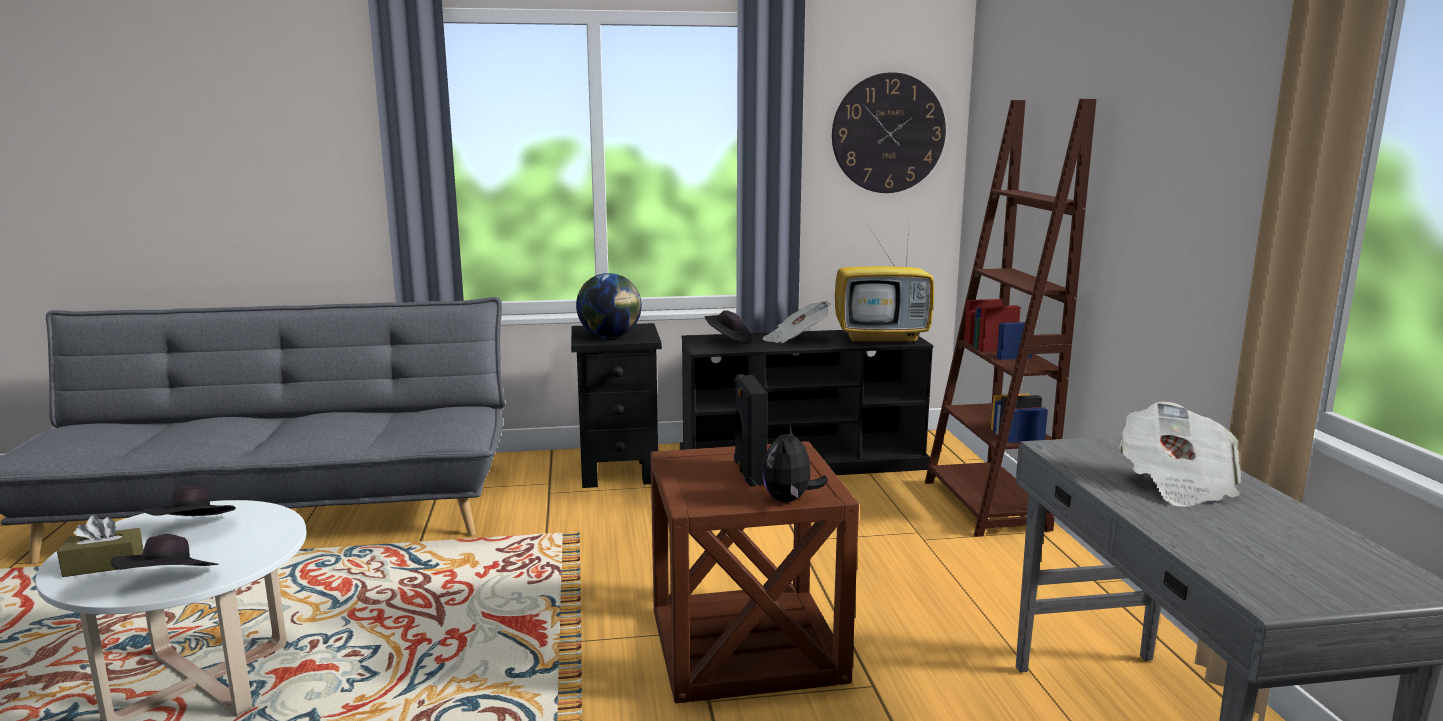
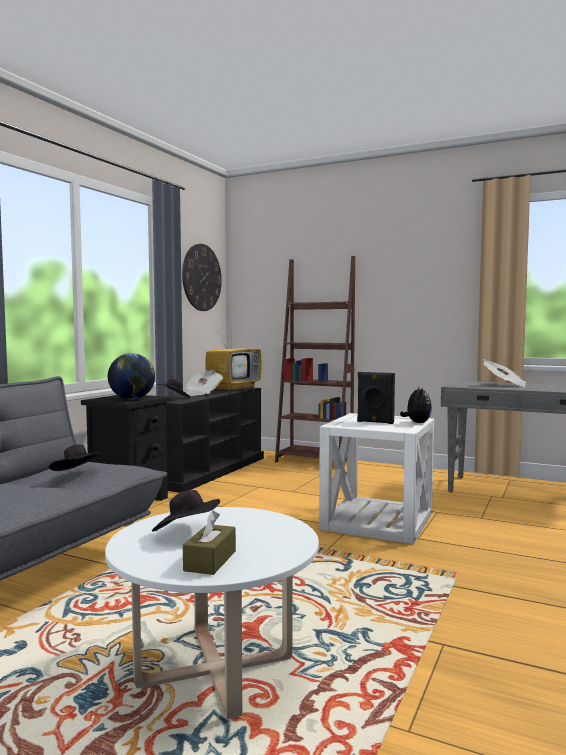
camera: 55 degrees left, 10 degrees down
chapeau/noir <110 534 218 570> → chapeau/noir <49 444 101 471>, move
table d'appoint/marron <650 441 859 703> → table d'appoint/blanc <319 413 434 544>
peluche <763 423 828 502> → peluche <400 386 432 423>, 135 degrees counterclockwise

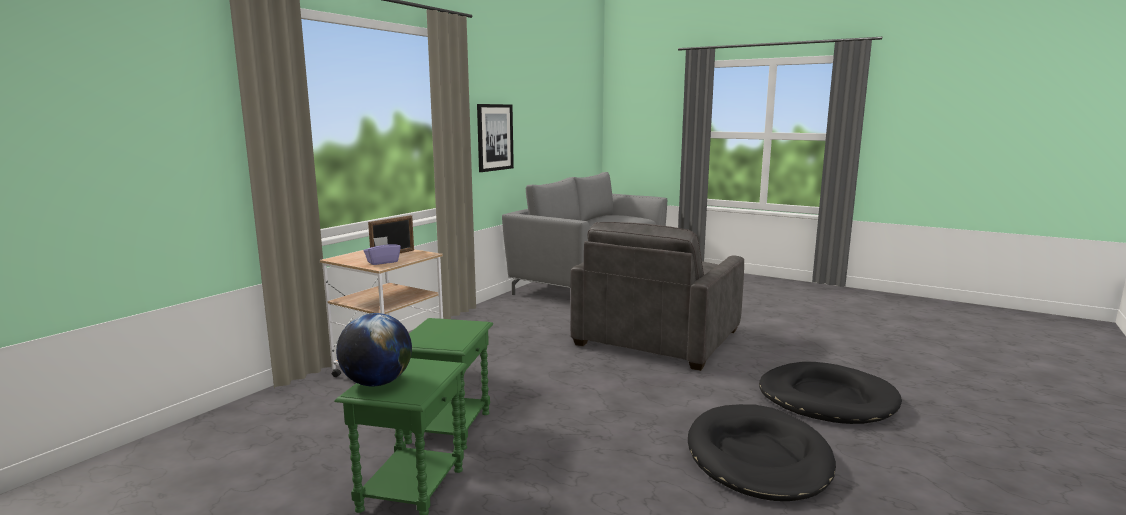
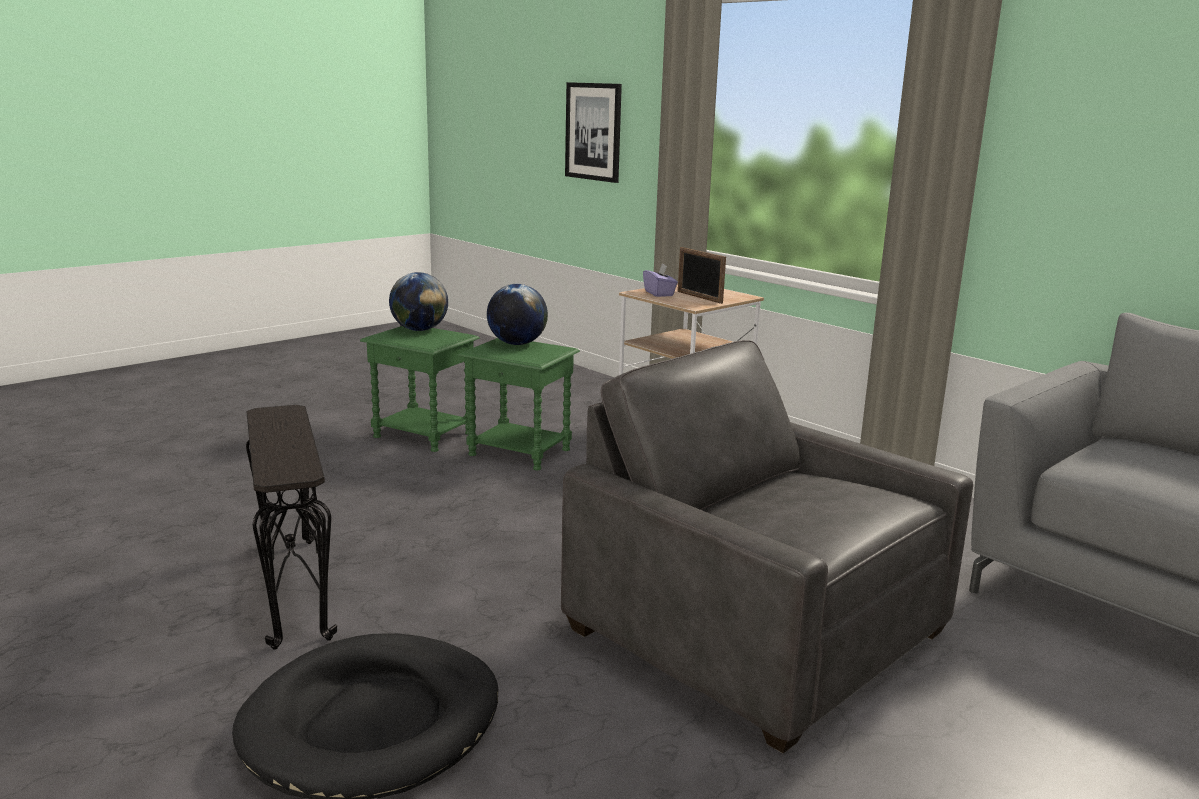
camera: 105 degrees right, 5 degrees up
panier pour chien/noir <688 404 836 501> → table d'appoint/noir <246 405 337 650>
- → globe <487 284 548 345>
tableau <477 104 514 172> → tableau <565 82 622 183>, move

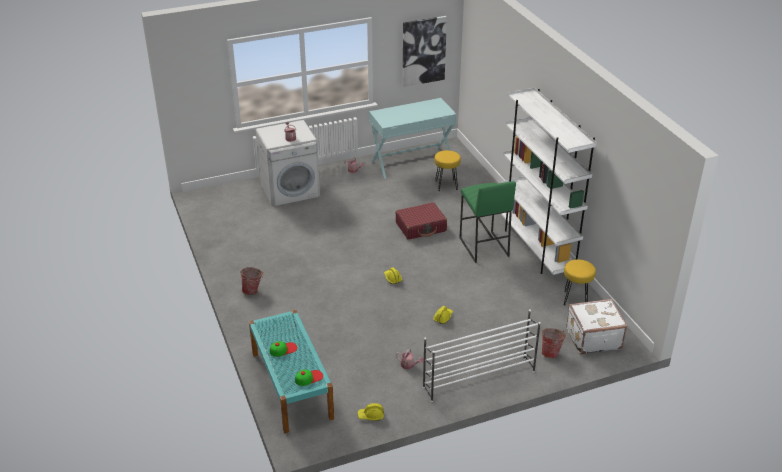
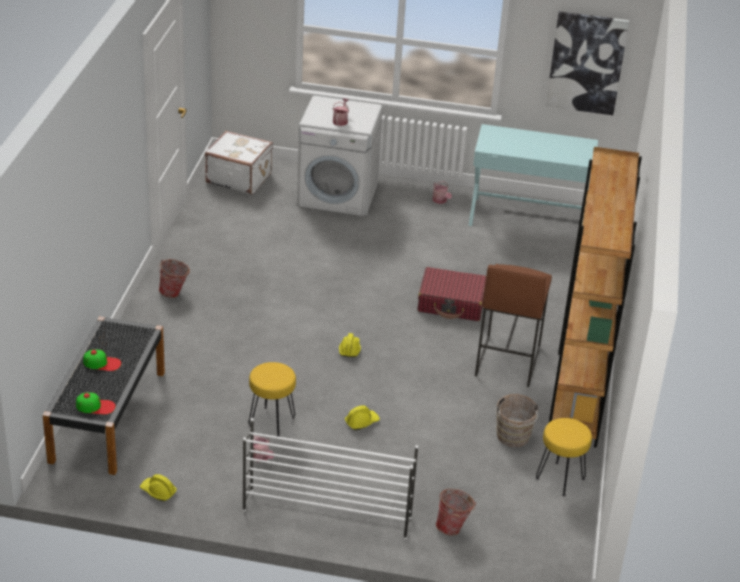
camera: 30 degrees right, 0 degrees up
banc/turquoise <249 310 334 434> → banc/noir <43 316 165 475>
valise/blanc <566 299 628 354> → valise/blanc <205 131 273 194>, move
tabouret/jaune <434 150 461 191> → tabouret/jaune <248 362 296 437>, move
tabouret/vert <459 181 516 263> → tabouret/marron <475 264 552 387>
- → seau/marron <495 394 540 447>
bibliothèque/blanc <501 87 597 275> → bibliothèque/marron <549 147 642 448>

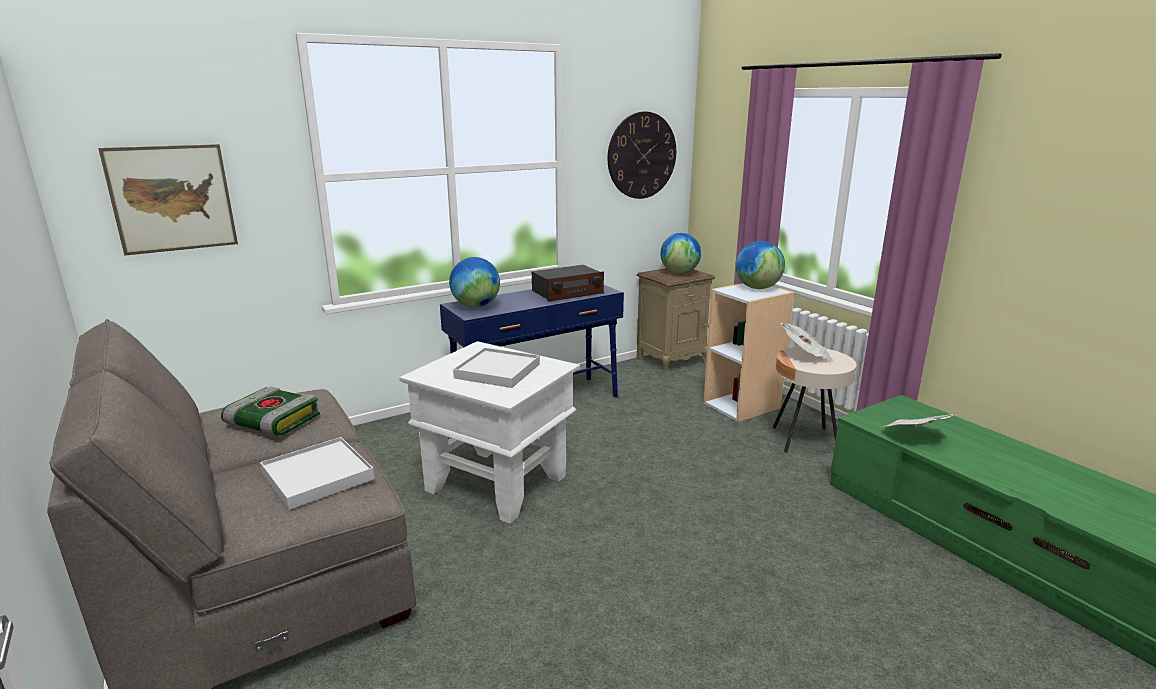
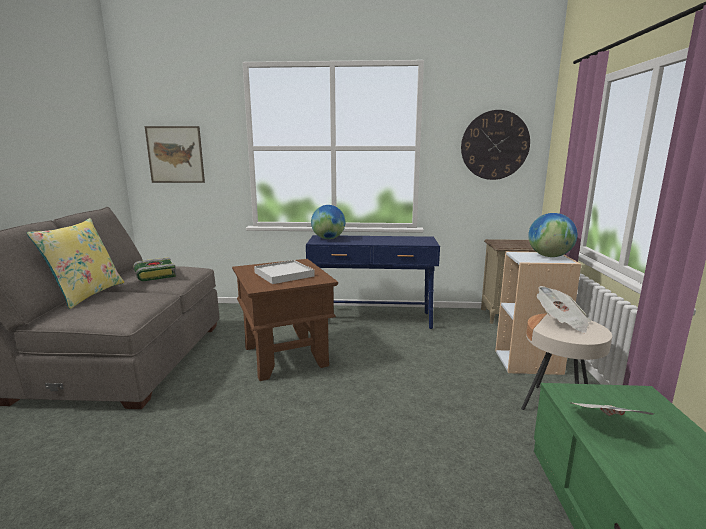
camera: 35 degrees right, 5 degrees down
- → coussin/jaune <26 218 124 309>
table d'appoint/blanc <399 341 580 524> → table d'appoint/marron <232 259 338 381>
plateau/blanc <260 437 375 510> → -
radio <532 265 604 302> → -
globe <660 233 701 274> → -

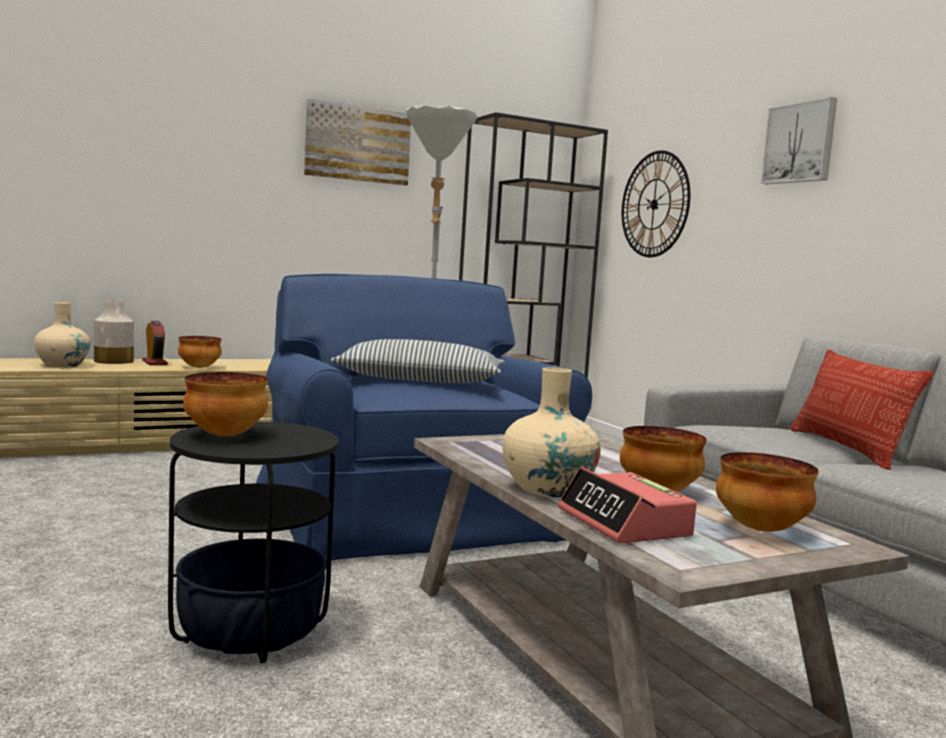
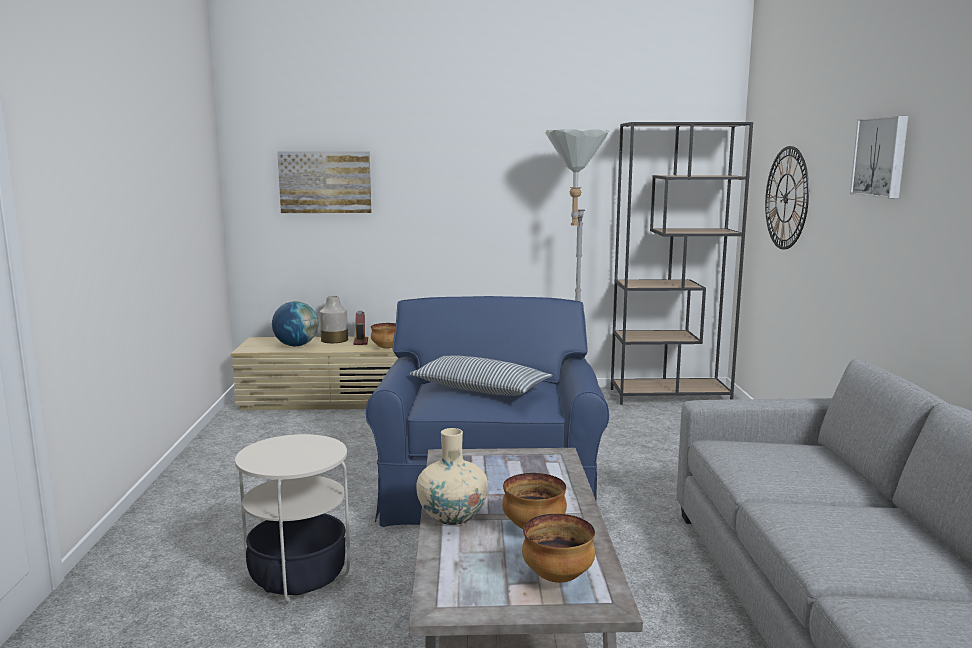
camera: 25 degrees right, 5 degrees up
table d'appoint/noir <168 422 339 663> → table d'appoint/beige <235 434 350 602>
vase/beige <34 302 90 367> → globe <272 301 318 346>
tableau <304 99 411 186> → tableau <277 151 371 213>, move
bol <183 372 268 436> → -
réveil <558 467 697 543> → -
coussin <791 349 934 470> → -

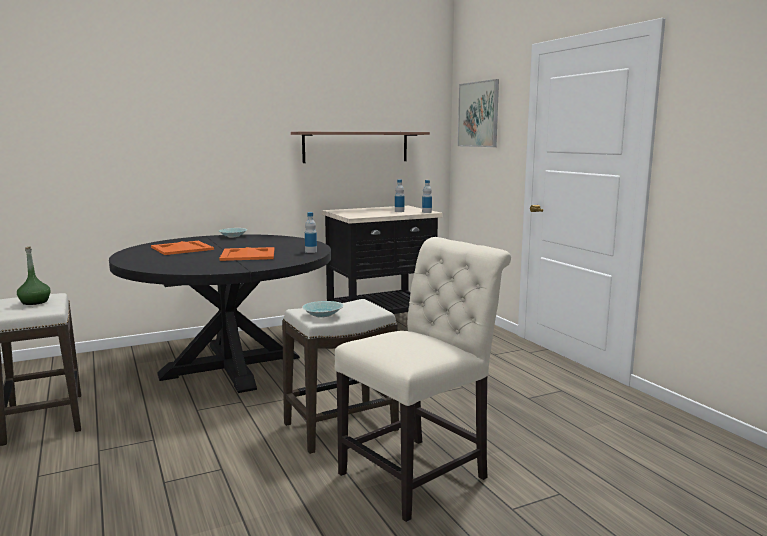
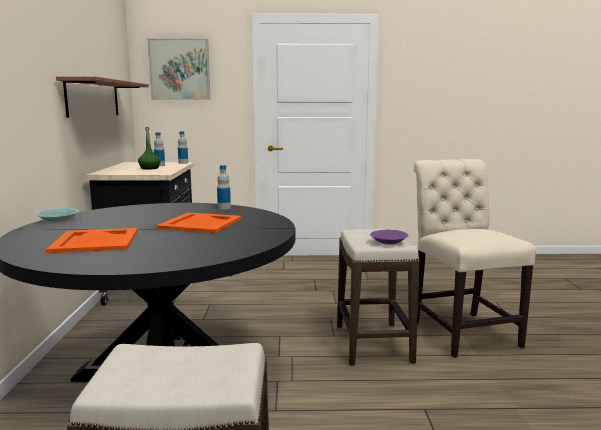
camera: 65 degrees left, 0 degrees up
bouteille/vert <17 246 51 305> → bouteille/vert <138 127 161 170>, move
bol/turquoise <302 301 344 318> → bol/violet <370 230 409 245>

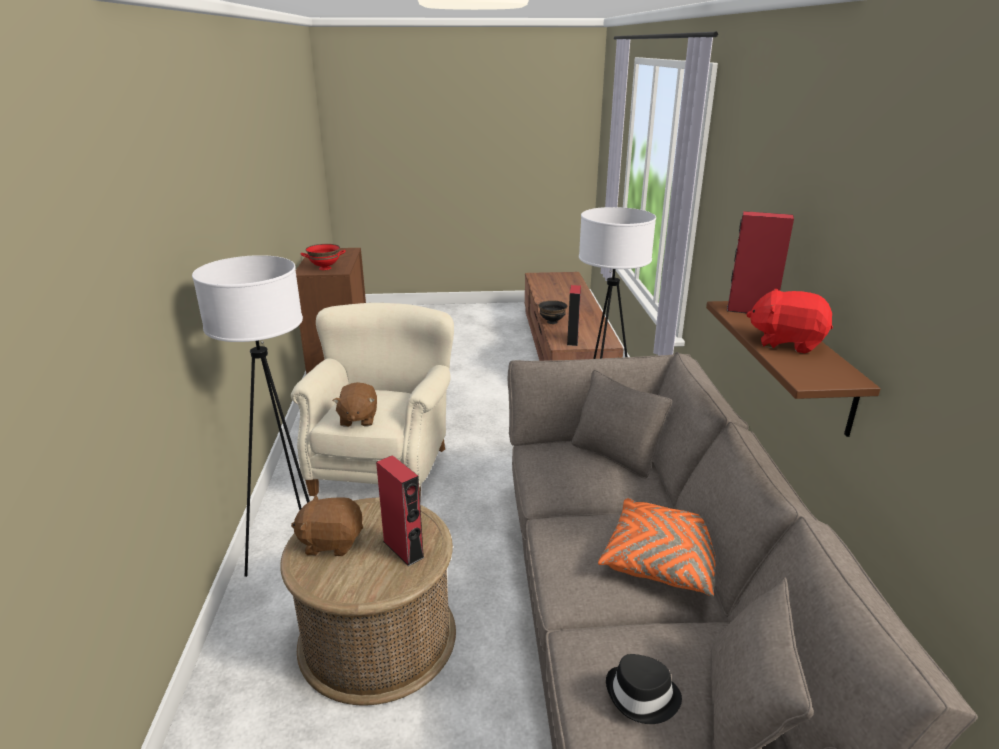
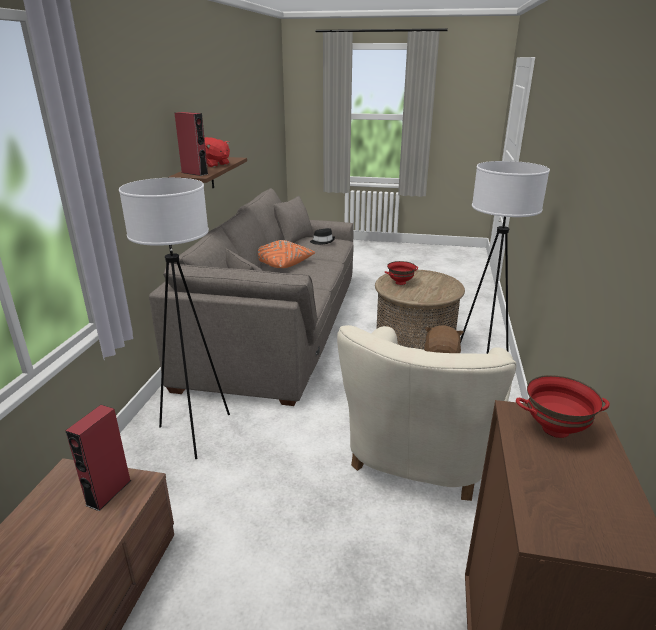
camera: 165 degrees left, 0 degrees up
enceinte/rouge <376 455 424 566> → bol/rouge <385 261 418 285>
peluche/marron <291 494 363 556> → -
bol/noir <539 300 567 324> → -

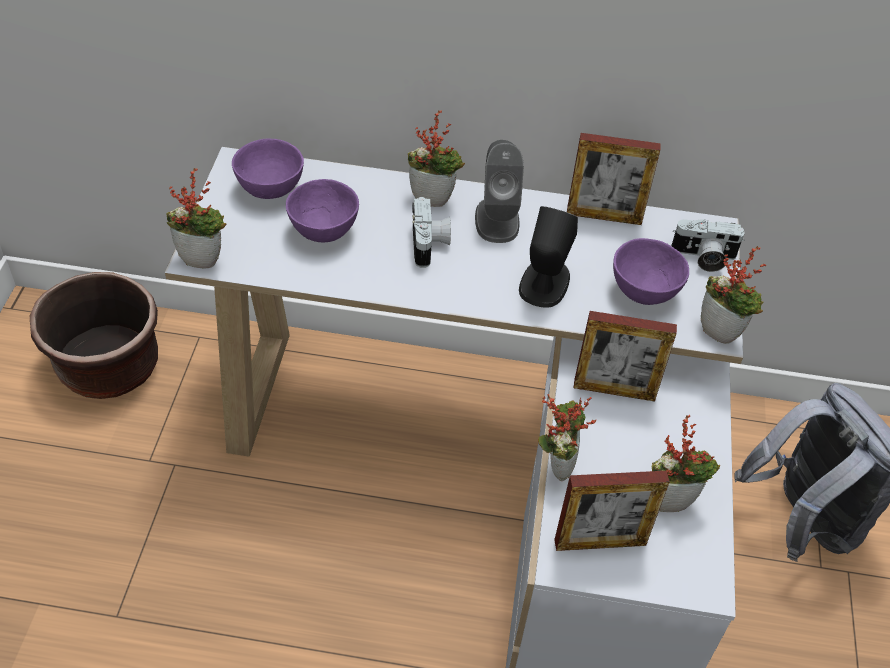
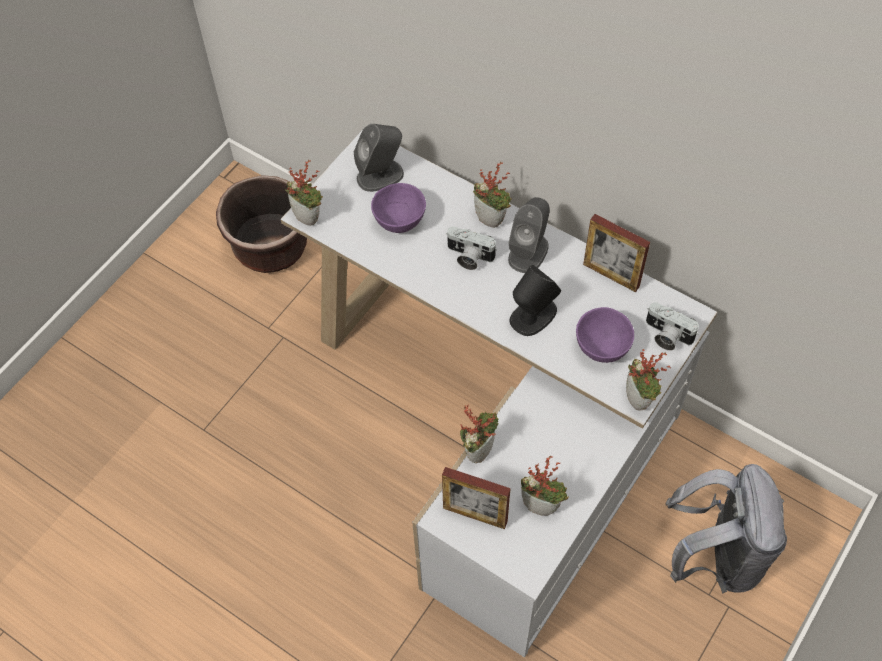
camera: 30 degrees right, 10 degrees up
bol/violet <232 139 304 199> → enceinte/gris <354 124 404 192>
appareil photo <412 197 451 268> → appareil photo <446 227 497 270>, 90 degrees clockwise
cadre photo <574 311 677 401> → -

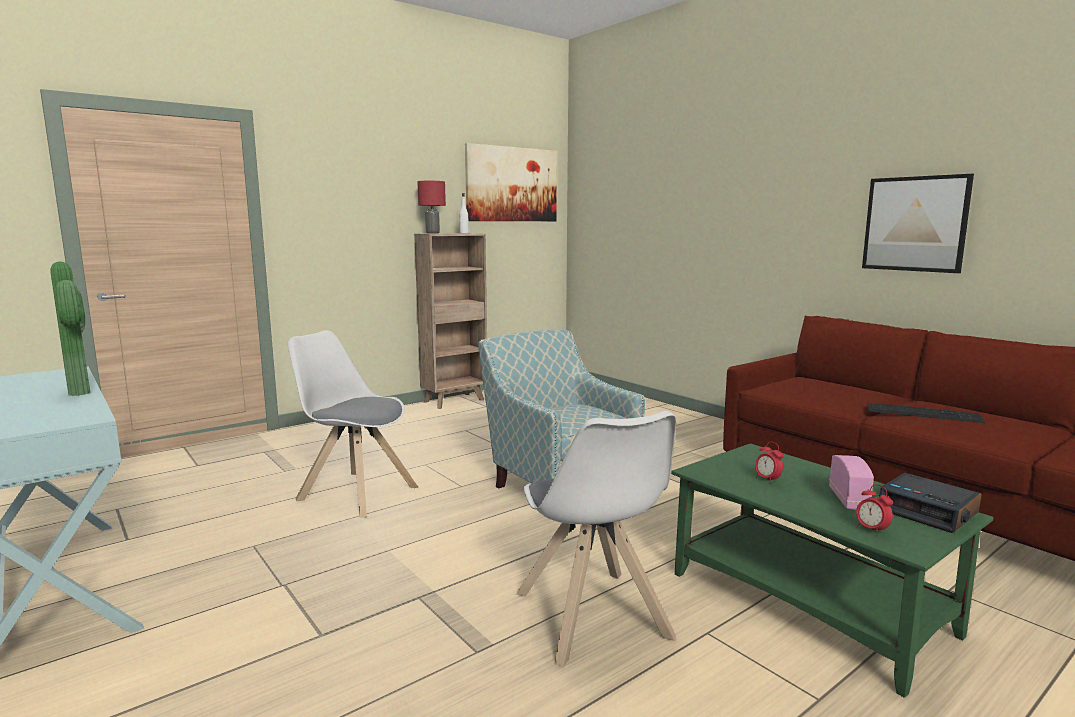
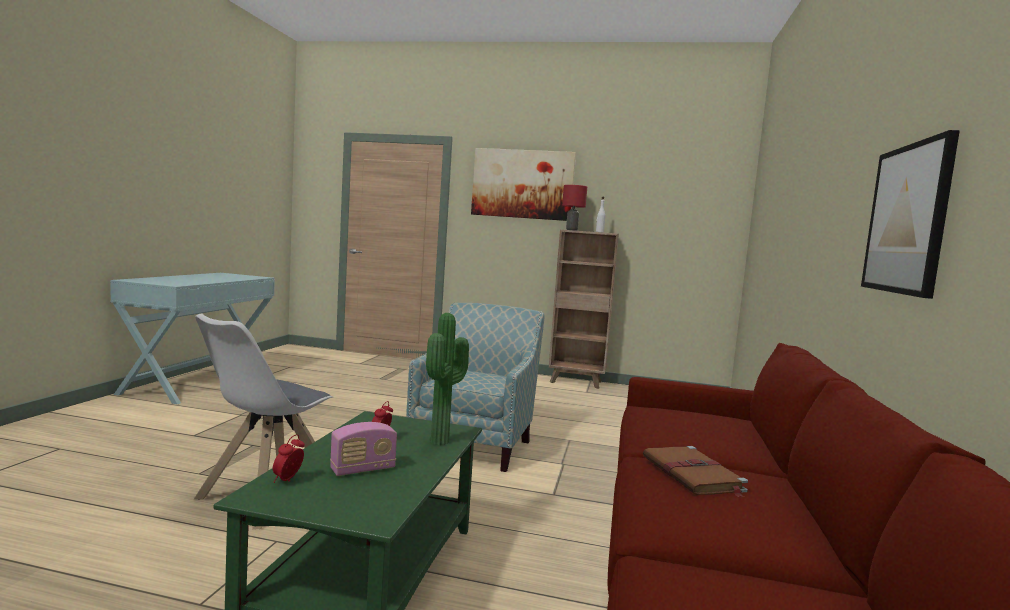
camera: 50 degrees right, 5 degrees down
plante en pot <50 262 90 396> → plante en pot <426 313 469 445>, move
tableau <465 143 557 221> → tableau <471 148 576 221>, move
clavier <867 403 985 423> → livre/marron <643 446 748 497>
chaise <288 330 418 518> → -
réveil <879 473 982 533> → -

